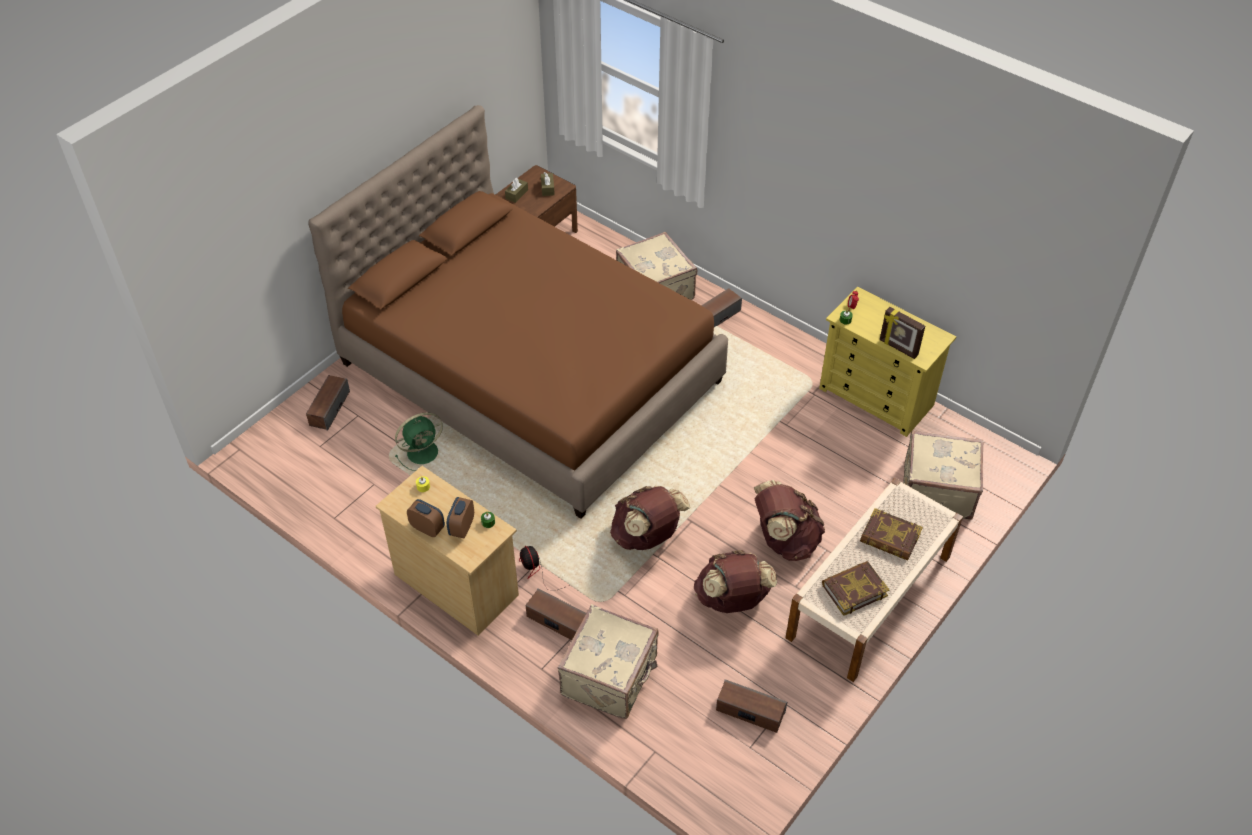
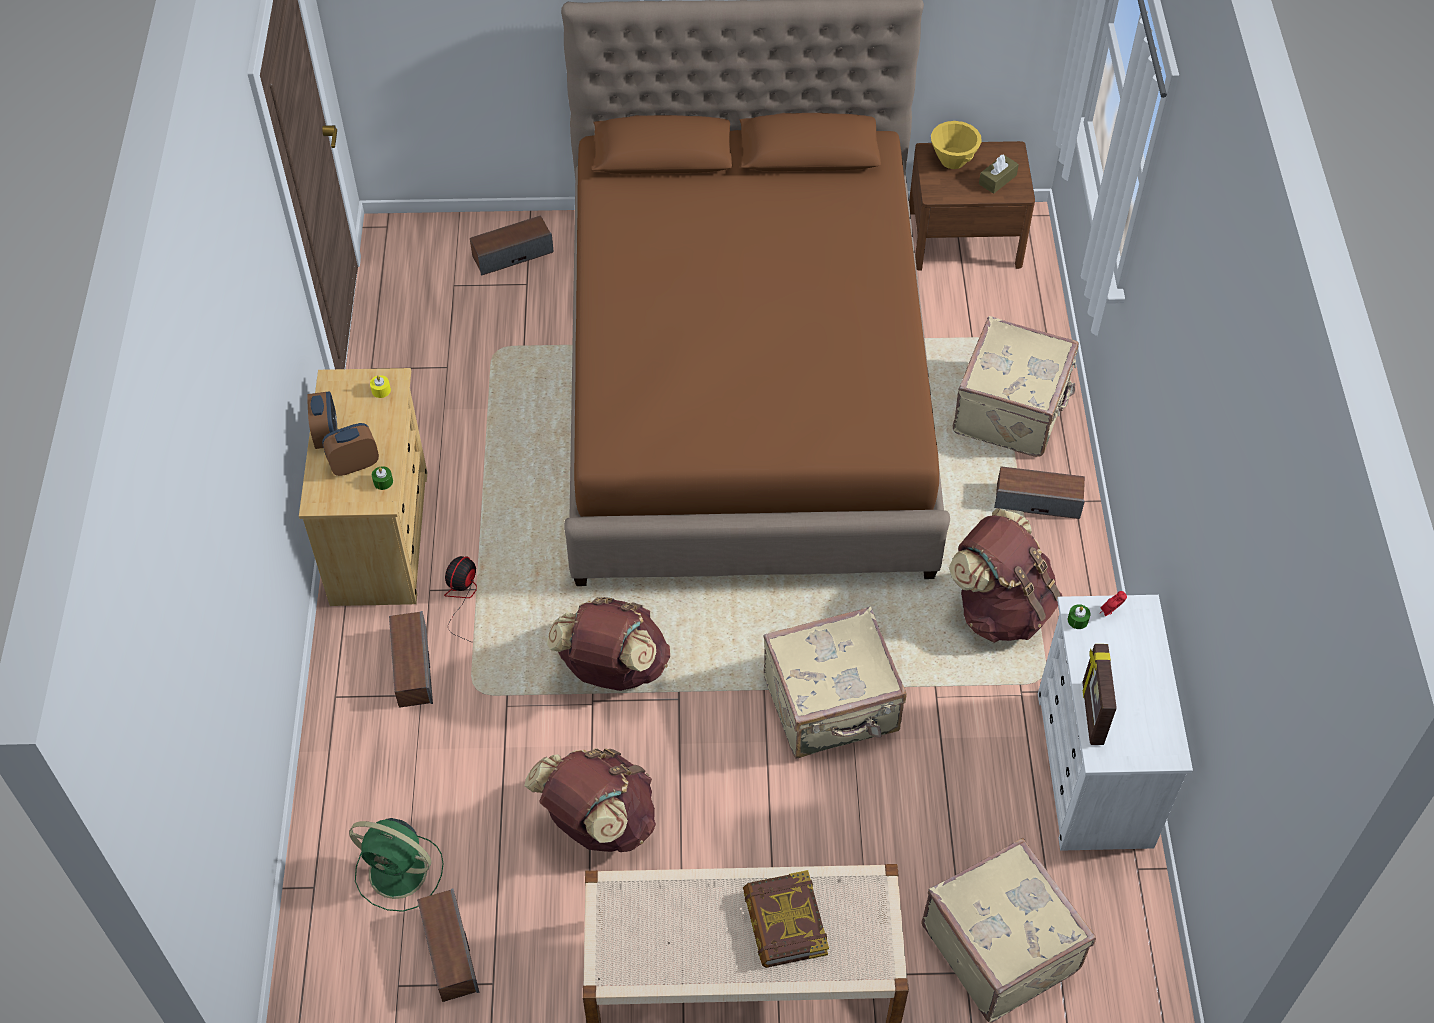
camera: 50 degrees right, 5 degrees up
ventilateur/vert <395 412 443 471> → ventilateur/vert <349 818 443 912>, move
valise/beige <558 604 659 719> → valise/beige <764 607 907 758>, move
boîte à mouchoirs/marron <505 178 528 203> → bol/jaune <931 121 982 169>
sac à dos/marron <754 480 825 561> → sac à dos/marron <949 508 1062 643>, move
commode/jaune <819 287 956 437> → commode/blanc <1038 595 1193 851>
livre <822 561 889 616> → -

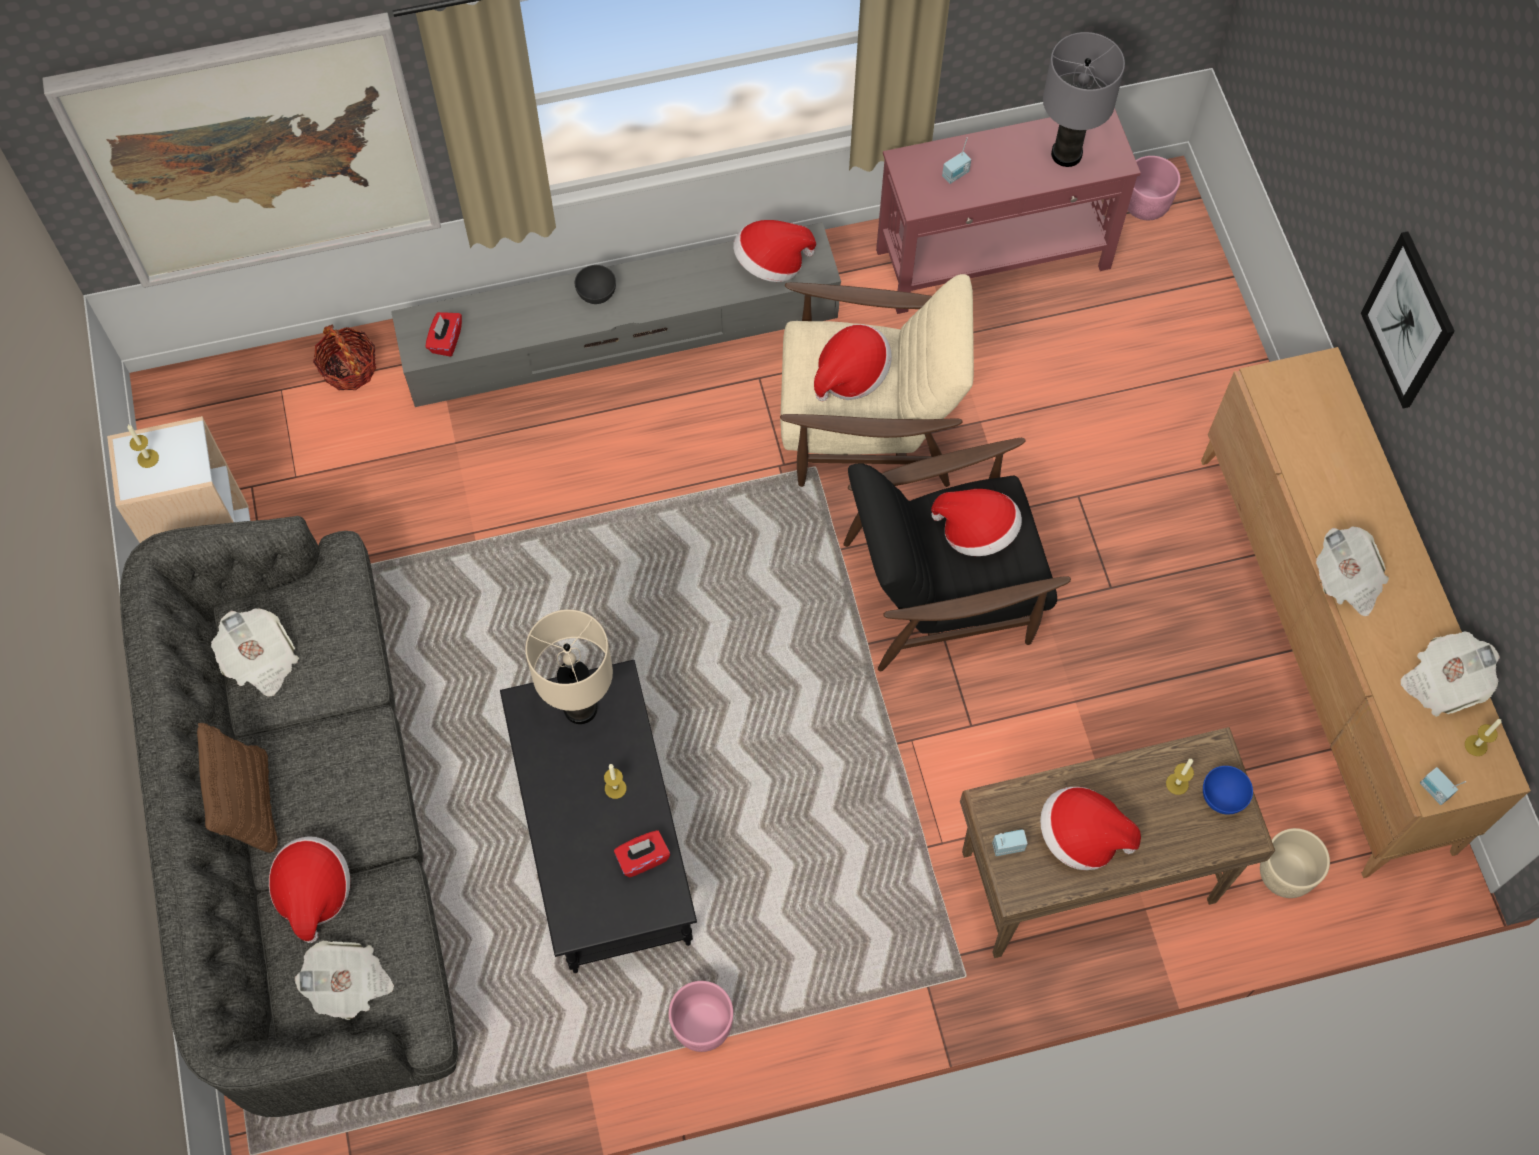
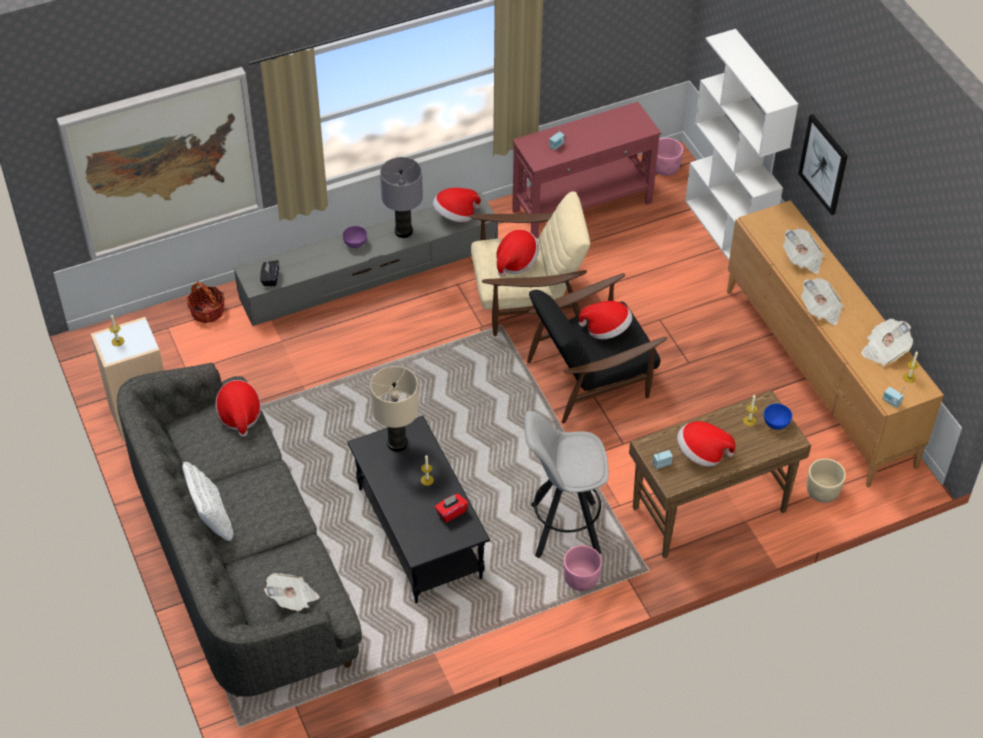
camera: 10 degrees left, 15 degrees down
coussin/marron <197 723 278 853> → coussin/blanc <182 462 234 541>
chapeau <269 836 350 943> → chapeau <215 380 261 437>, move
boîte à mouchoirs/rouge <425 312 462 357> → boîte à mouchoirs/noir <260 260 279 286>
bol/gris <575 265 616 304> → bol/violet <343 226 367 248>
lampe de table/gris <1043 32 1125 167> → lampe de table/gris <380 157 423 238>, move
- → tabouret/gris <524 411 609 558>
cache-pot/rose <669 981 733 1052> → cache-pot/rose <564 545 602 591>, move
- → bibliothèque/blanc <685 29 798 260>
journal <211 608 299 697> → journal <783 229 824 274>, move

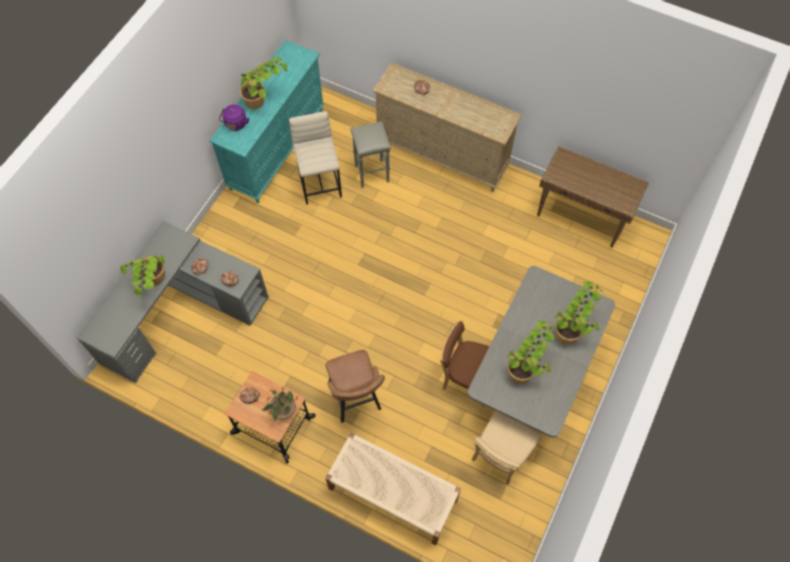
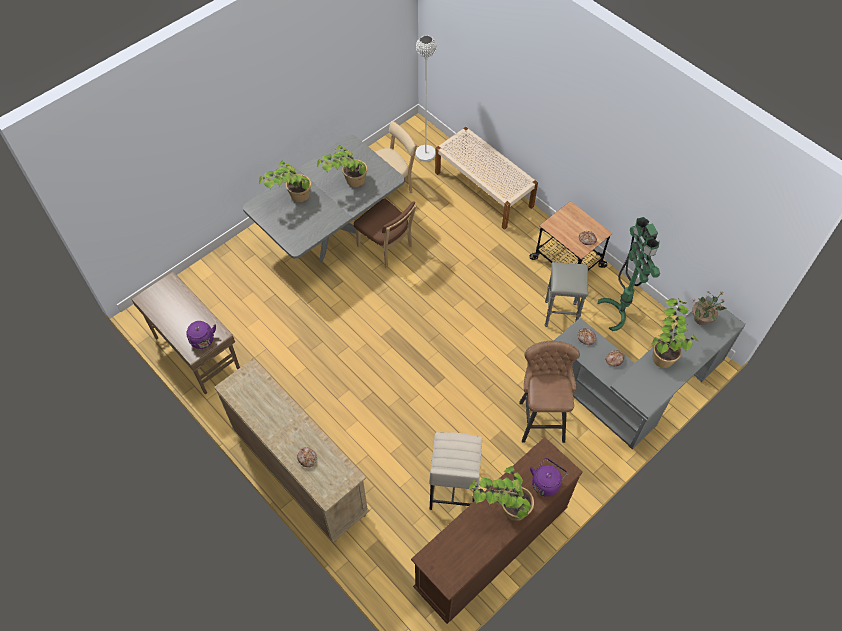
camera: 160 degrees left, 5 degrees down
- → bouilloire/violet <186 321 216 349>
commode/turquoise <209 40 325 203> → commode/marron <411 437 583 624>
- → lampadaire/blanc <416 35 437 162>
tabouret/marron <326 350 385 423> → tabouret/marron <519 341 580 443>, move
tabouret/gris <351 122 391 188> → tabouret/gris <545 262 588 327>, move
- → lampadaire/vert <598 217 660 331>
plante en pot <262 386 299 421> → plante en pot <692 291 727 325>, move

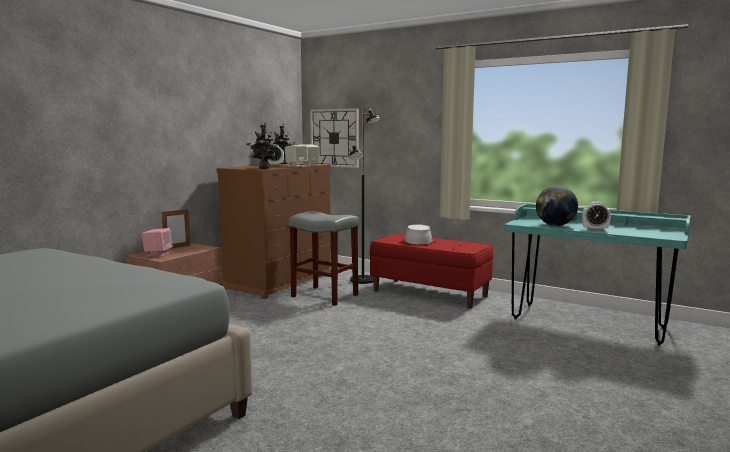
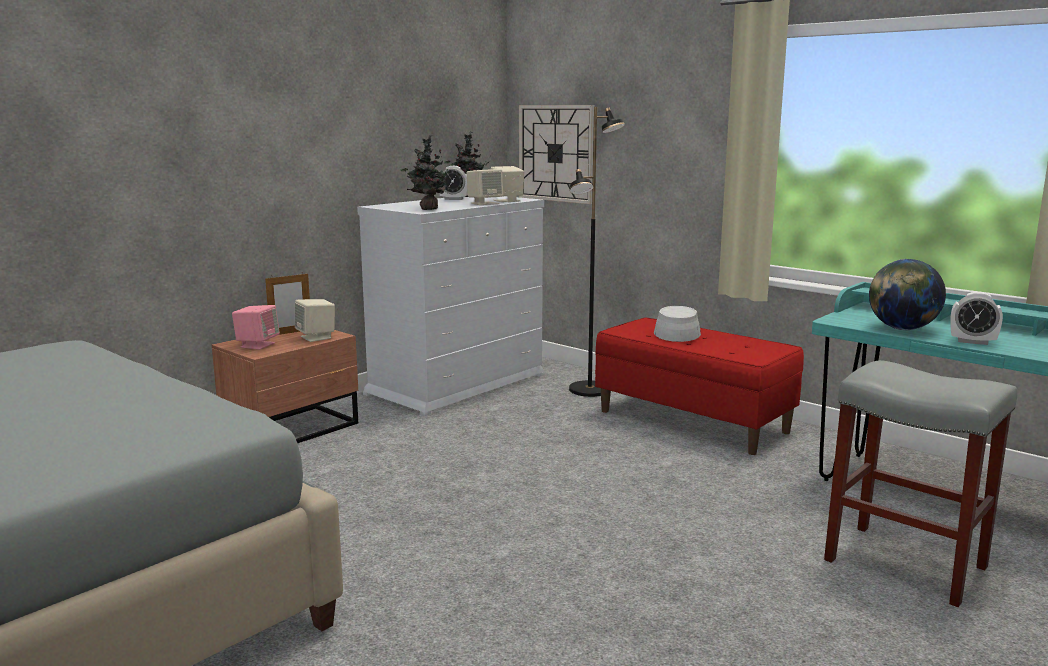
camera: 10 degrees right, 5 degrees up
- → enceinte/beige <295 299 335 342>
commode/marron <217 163 331 299> → commode/blanc <357 196 545 416>
tabouret/gris <289 211 359 306> → tabouret/gris <824 360 1017 607>, move

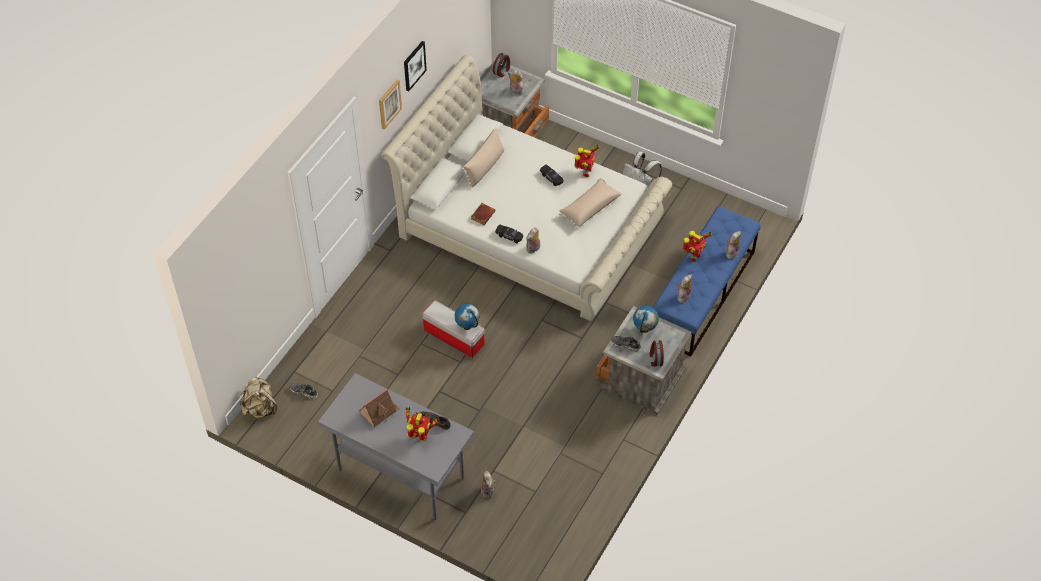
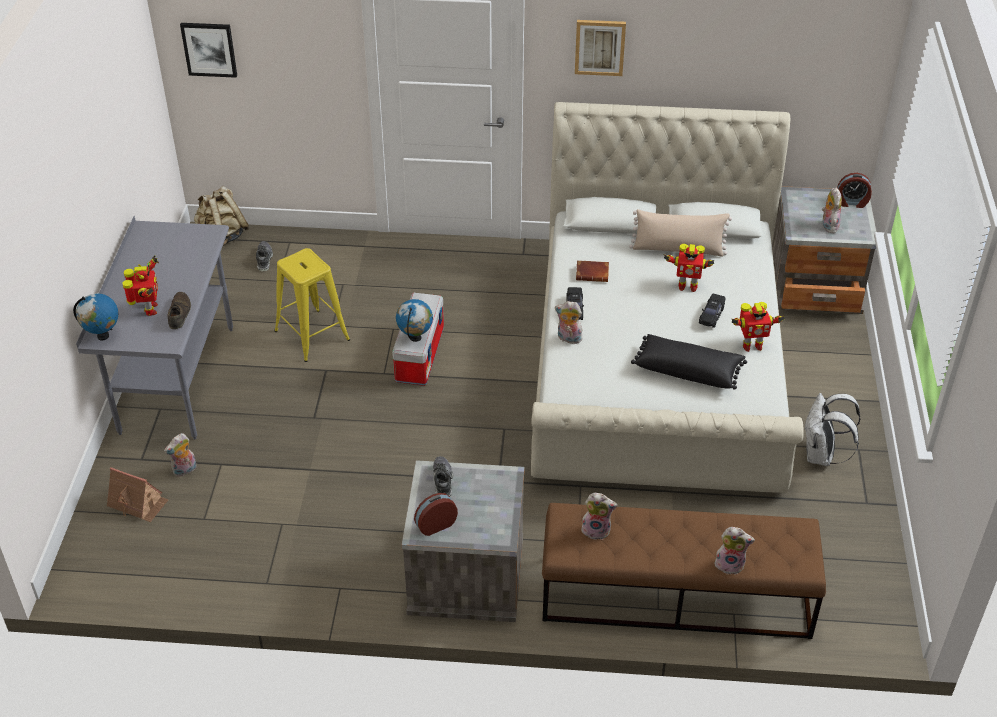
camera: 65 degrees right, 10 degrees down
globe <633 306 659 333> → globe <73 293 118 341>, move
maison miniature <359 389 400 427> → maison miniature <107 467 169 522>, move
tableau <404 41 427 92> → tableau <180 23 237 78>, move
- → tabouret/jaune <274 248 350 362>
banc/bleu <652 206 760 357> → banc/marron <542 503 826 639>
coussin/beige <559 178 622 228> → coussin/noir <631 334 747 390>
robot jouet <682 231 712 262> → robot jouet <664 244 714 292>, move

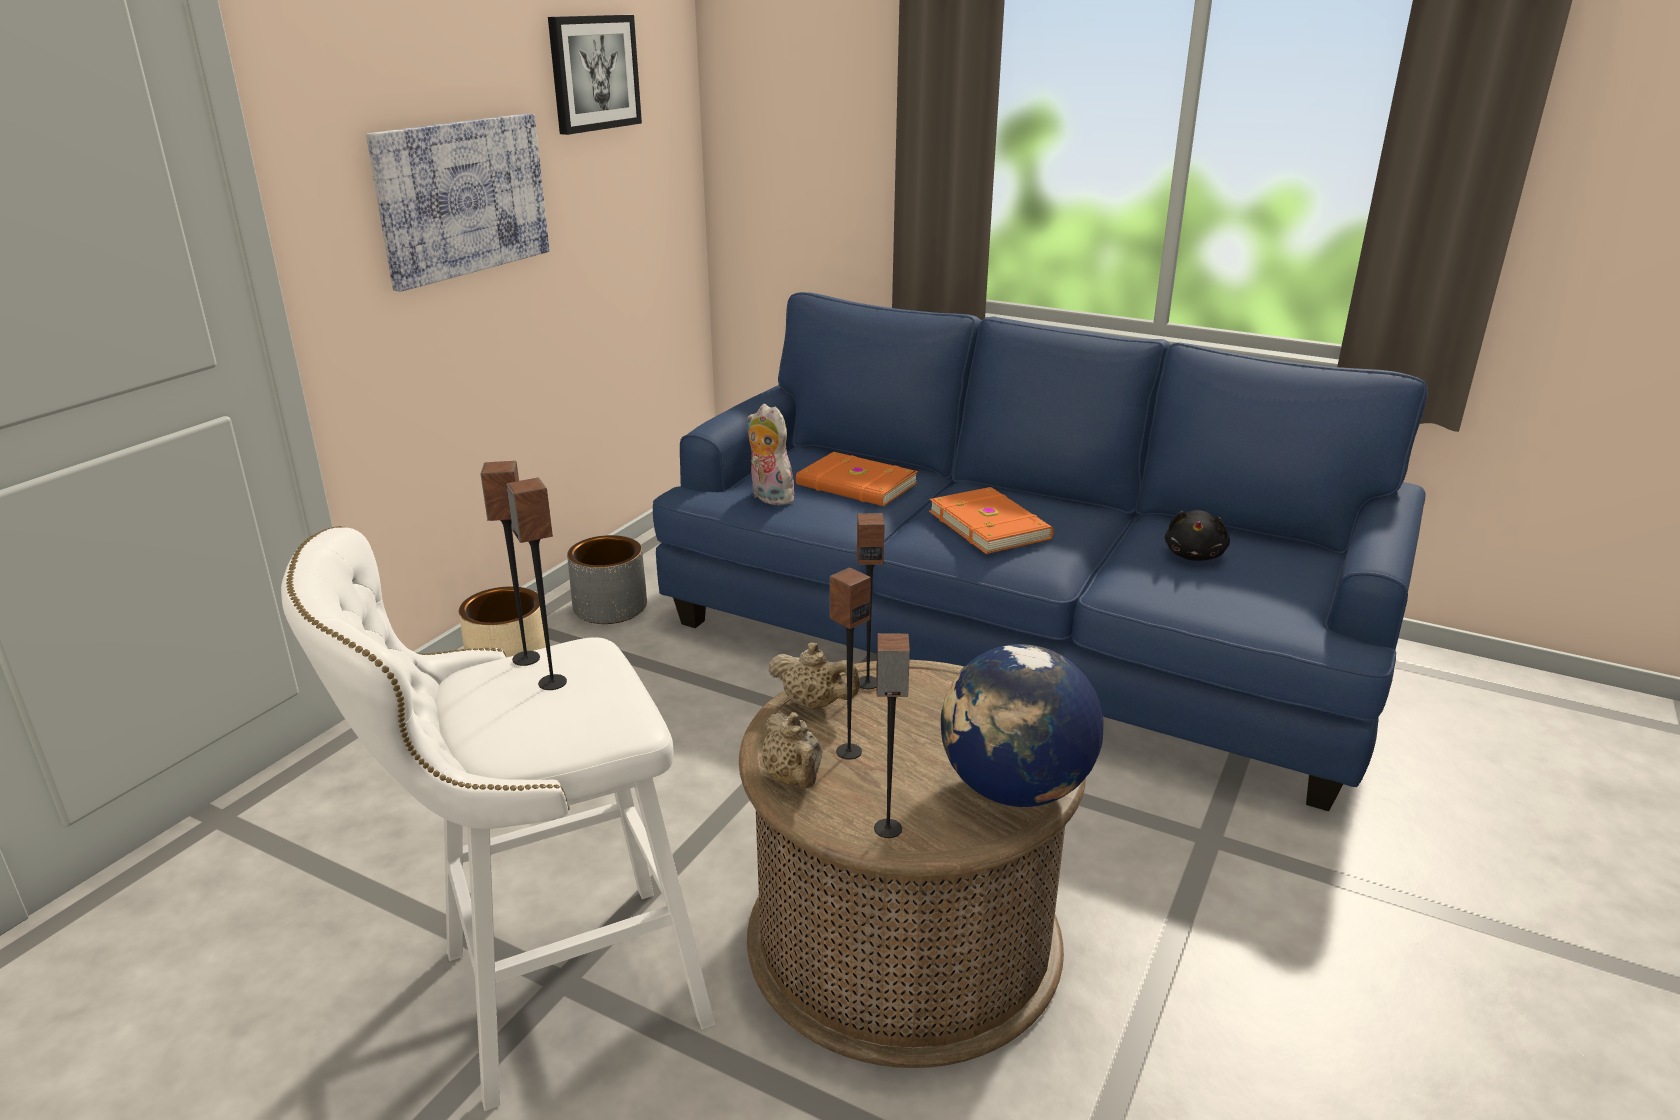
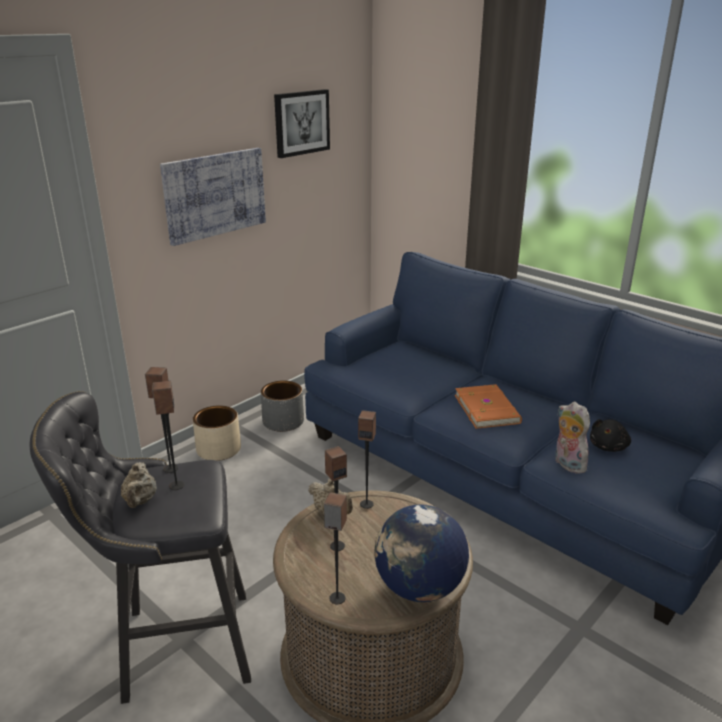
camera: 15 degrees right, 0 degrees up
tabouret/blanc <281 526 715 1111> → tabouret/noir <30 391 251 704>
théière/beige <762 712 822 789> → théière/beige <121 462 157 508>, move
peluche <747 404 794 505> → peluche <555 402 590 474>, move
livre/orange <796 452 918 506> → -

